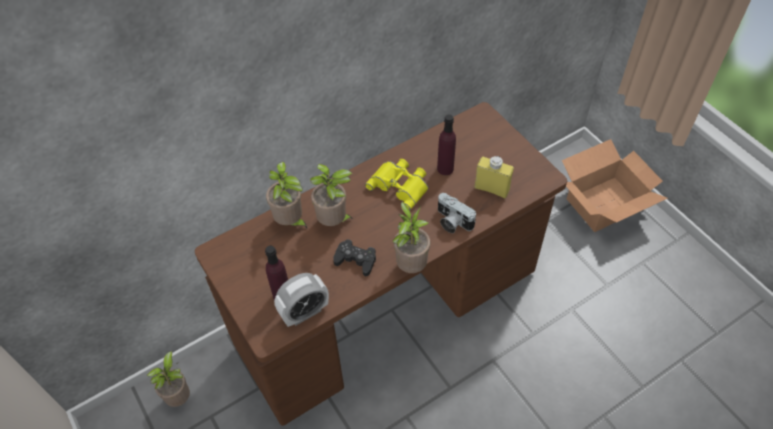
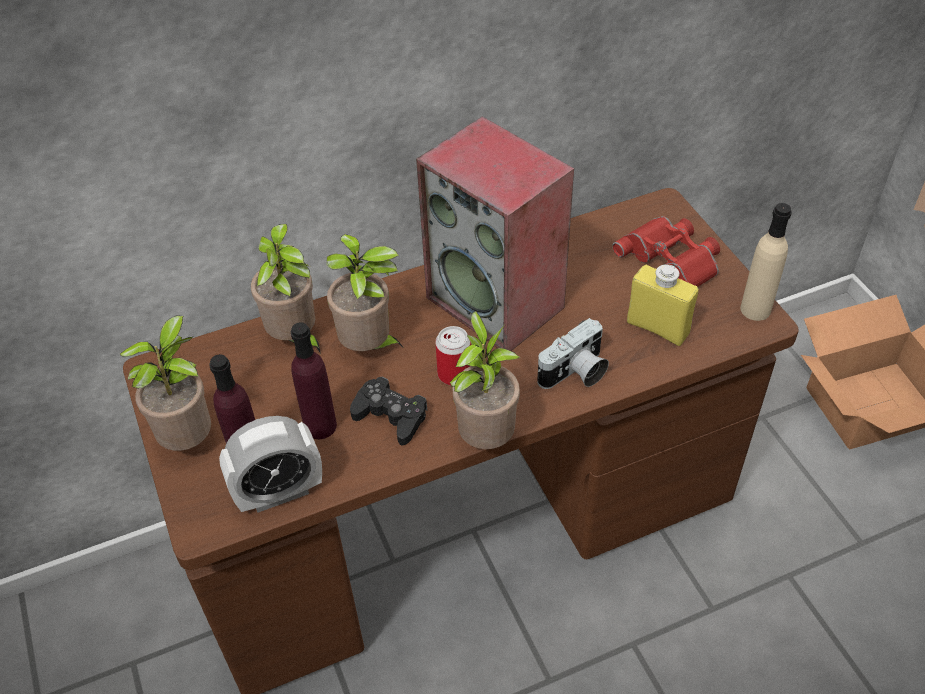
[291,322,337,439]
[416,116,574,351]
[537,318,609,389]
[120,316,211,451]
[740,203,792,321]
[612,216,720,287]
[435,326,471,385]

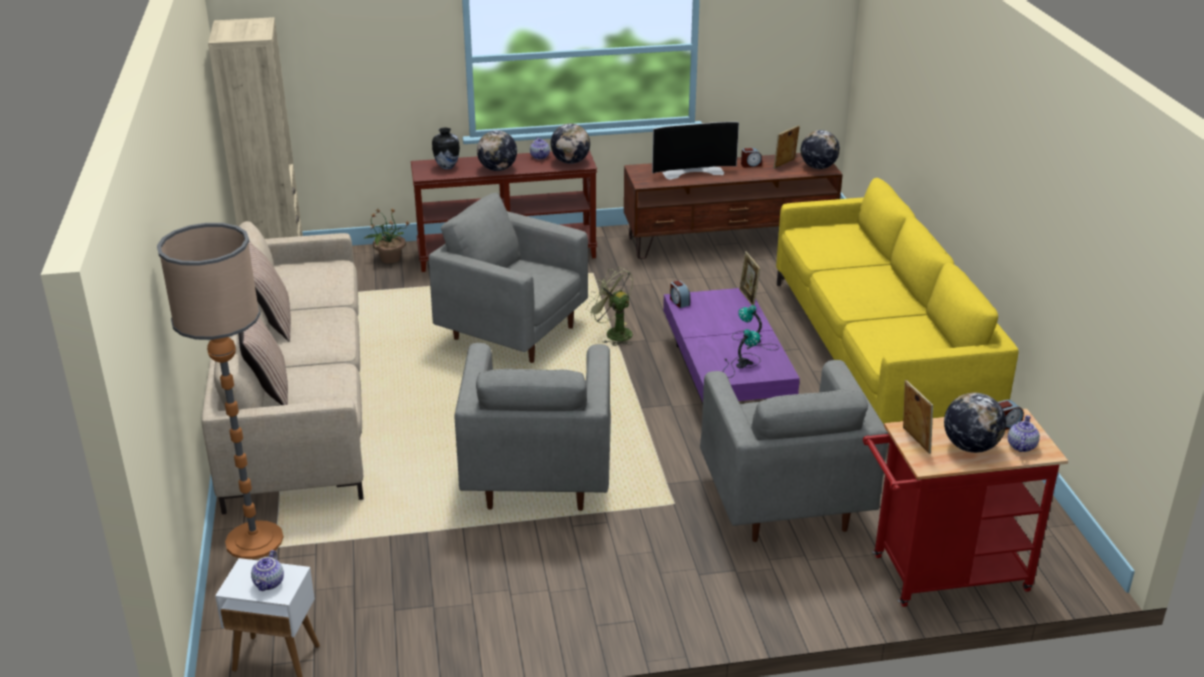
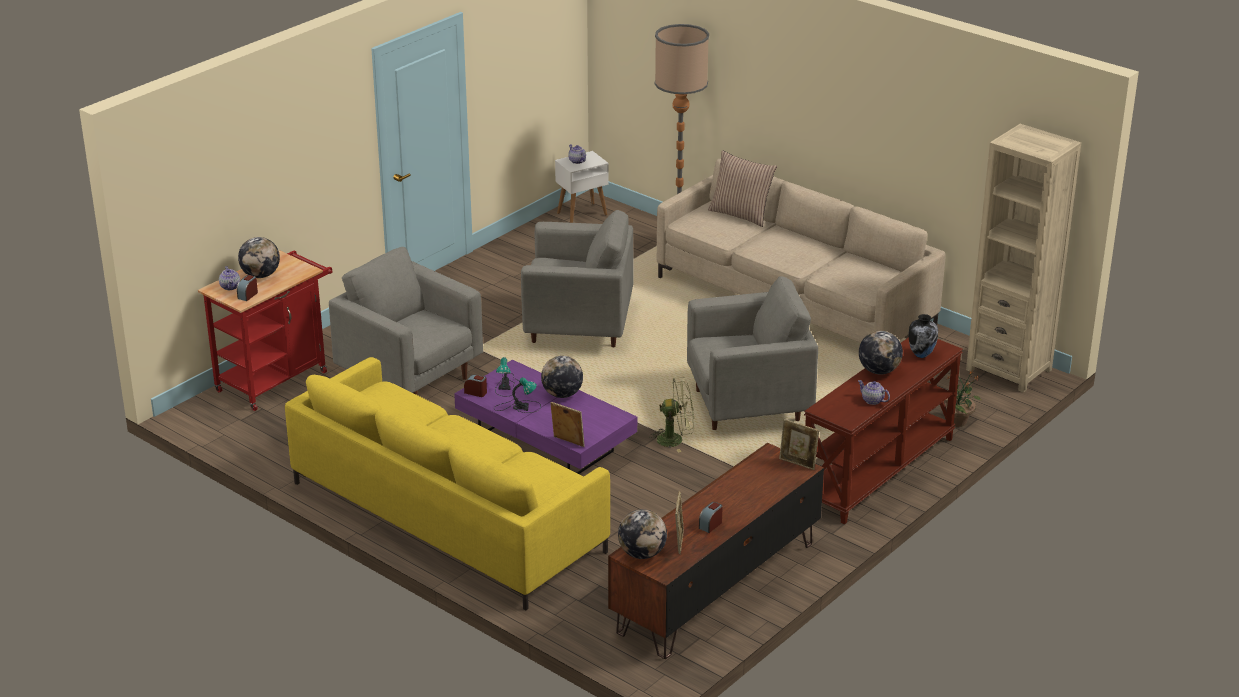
[652,122,739,180] (first image)
[541,356,583,398]
[248,241,291,341] (first image)
[464,374,487,397]
[521,210,634,347]
[779,419,819,470]

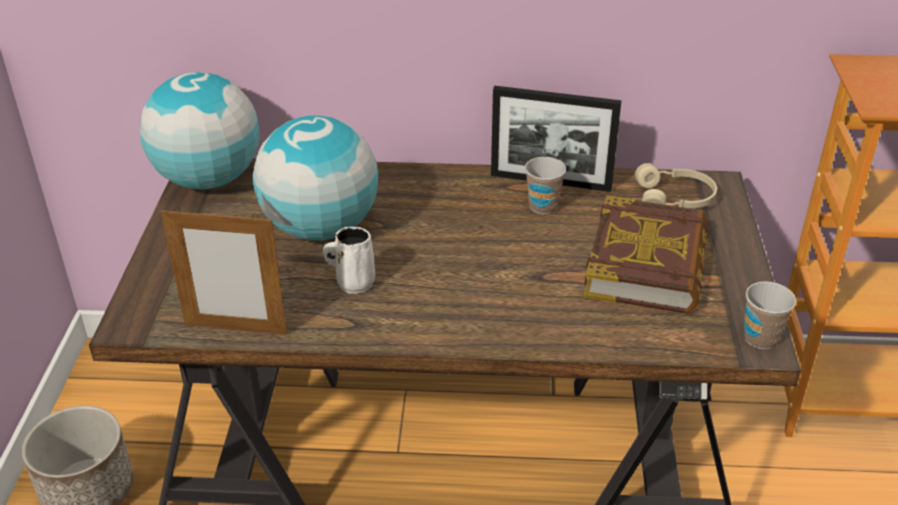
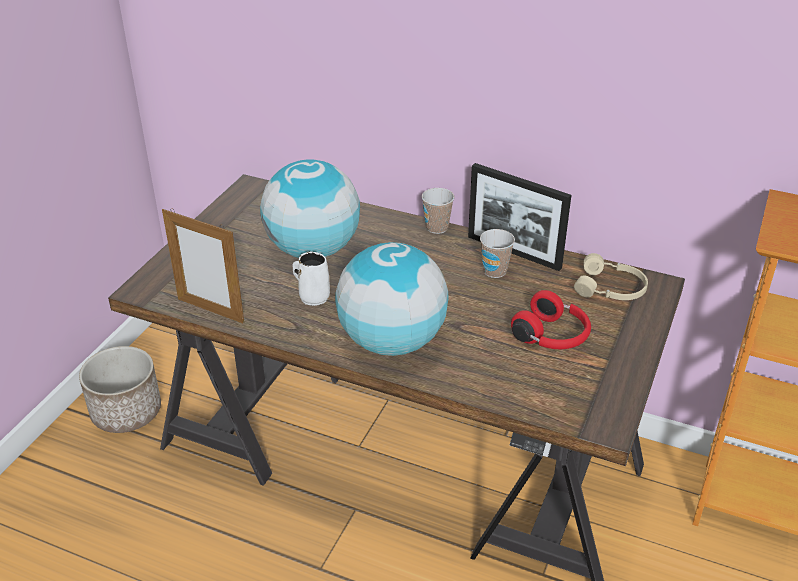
[335,242,449,356]
[511,290,591,349]
[422,188,454,234]

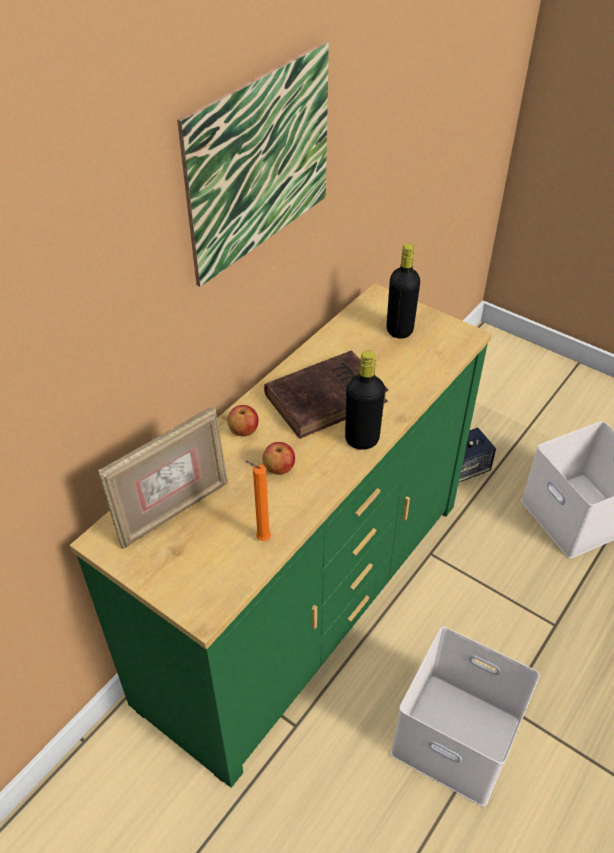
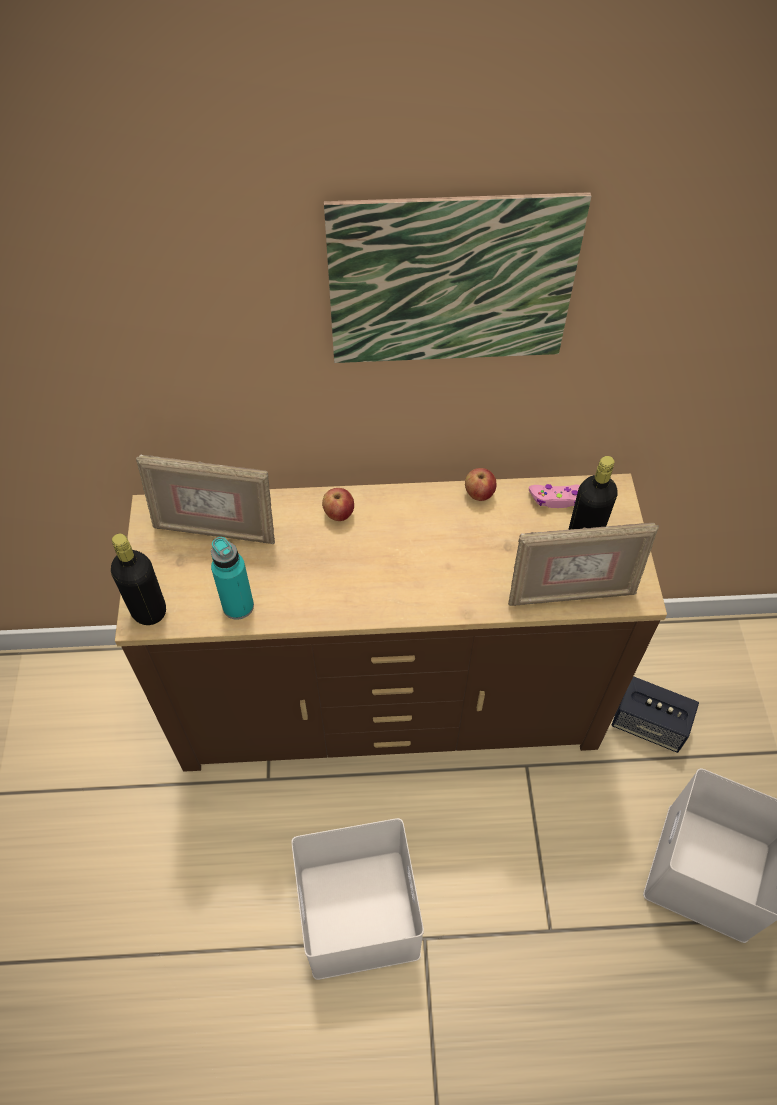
[115,474,667,772]
[264,350,389,439] (first image)
[111,534,166,625]
[465,468,497,501]
[211,537,254,620]
[529,484,580,508]
[508,523,659,606]

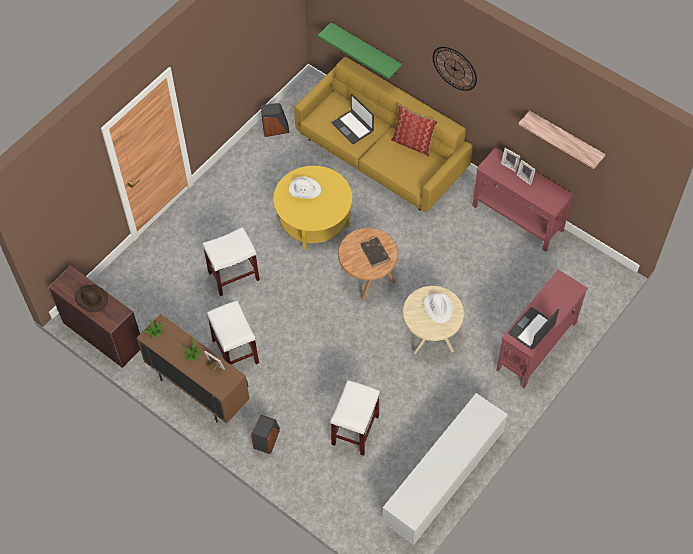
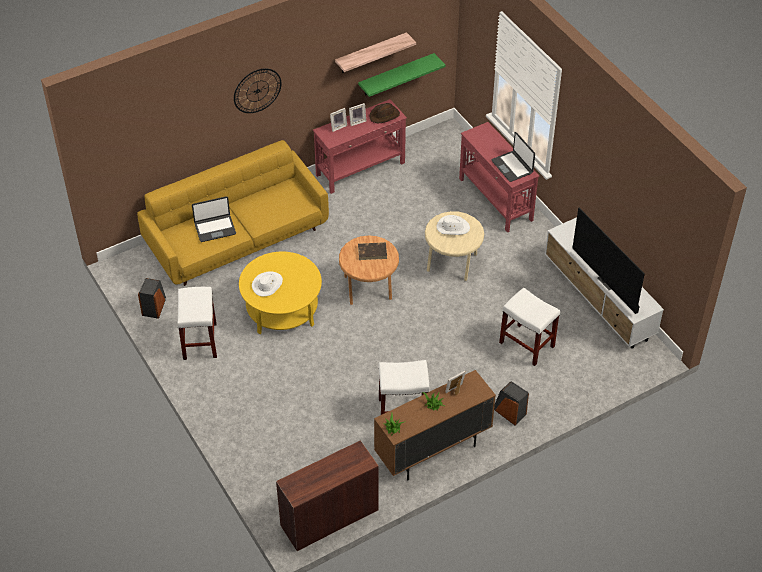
[358,53,446,97]
[391,105,438,157] (first image)
[178,287,217,360]
[369,103,400,123]
[572,208,645,314]

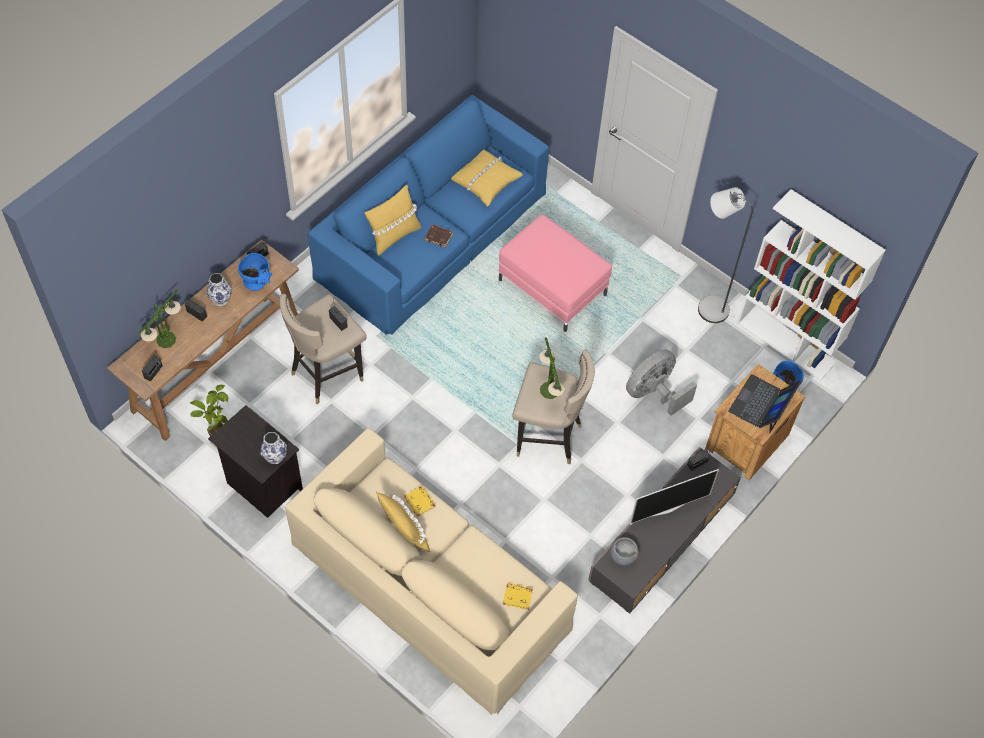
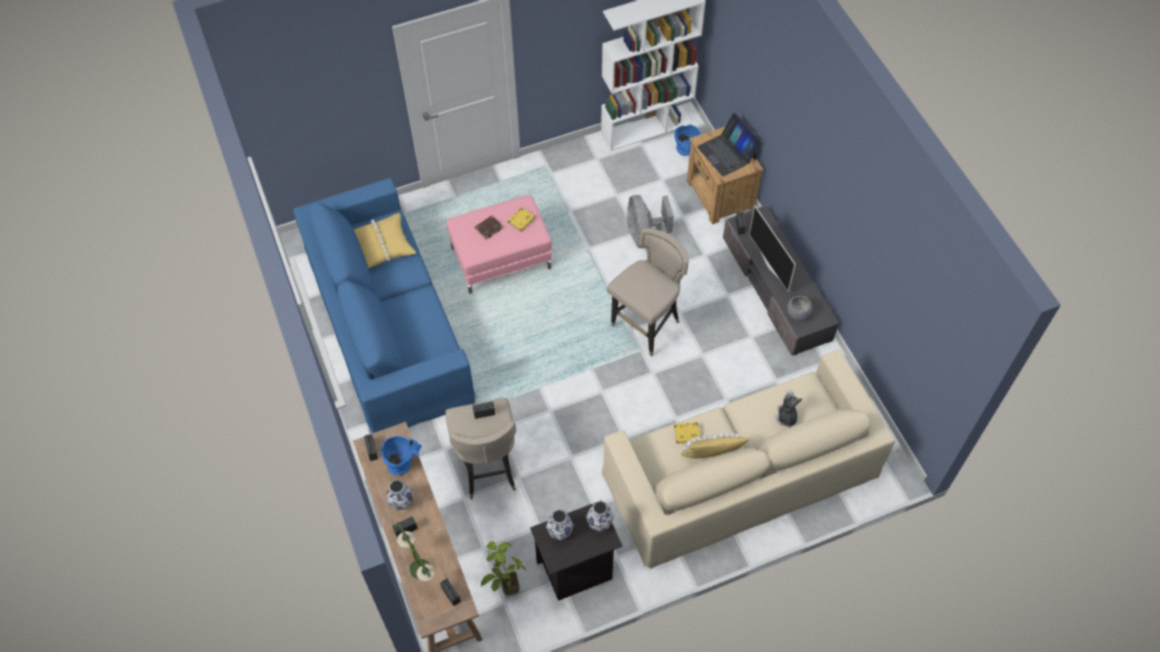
[365,185,421,256] (first image)
[698,187,753,323] (first image)
[474,215,503,240]
[539,337,565,399] (first image)
[749,206,796,292]
[507,207,535,232]
[775,390,802,428]
[546,509,574,540]

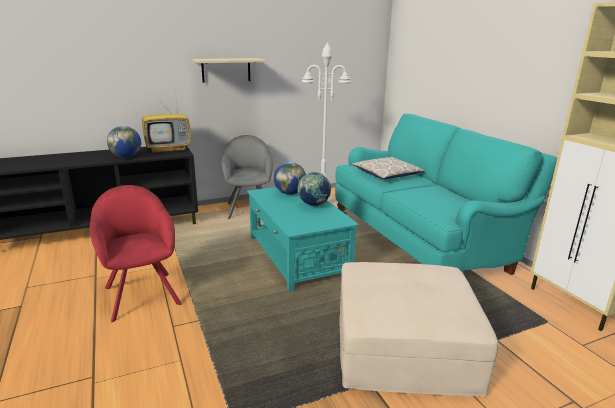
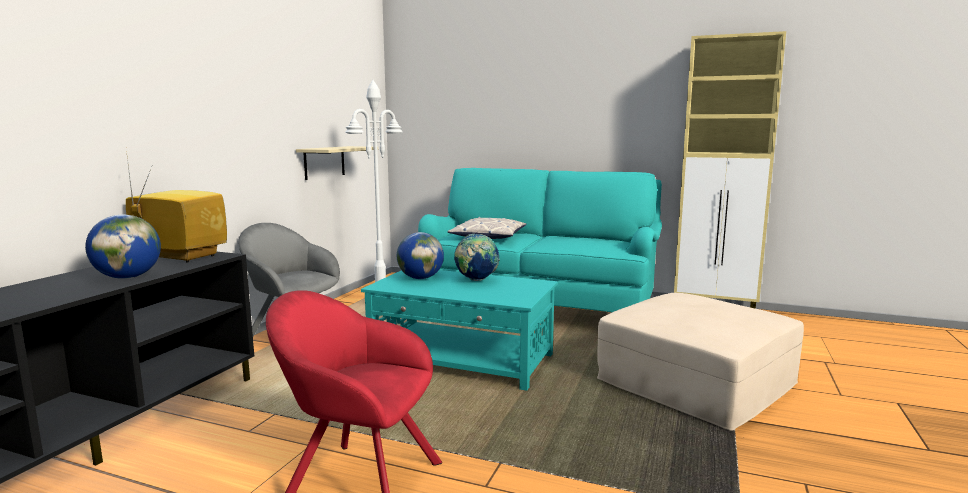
[296,146,378,180]
[126,150,227,262]

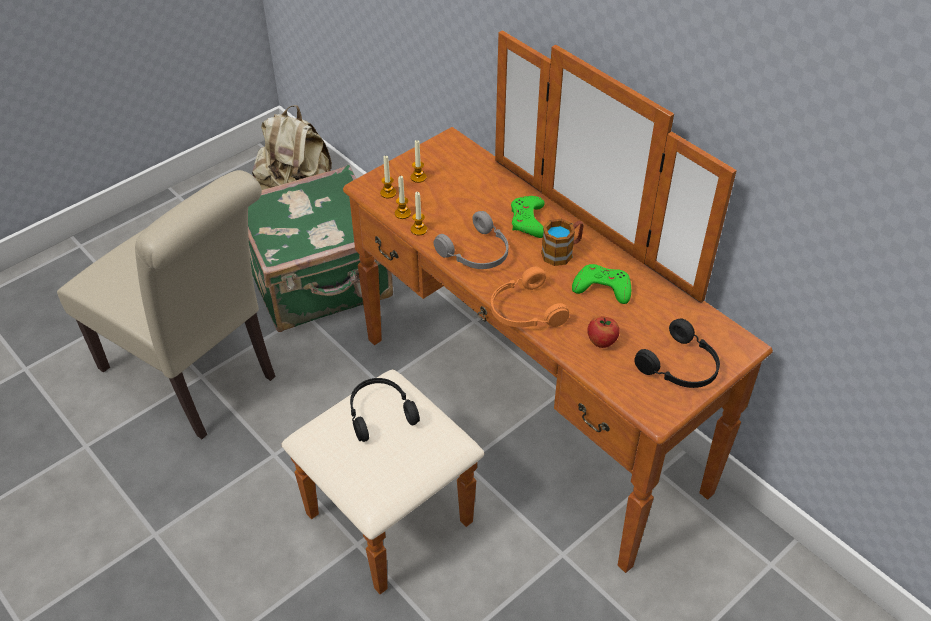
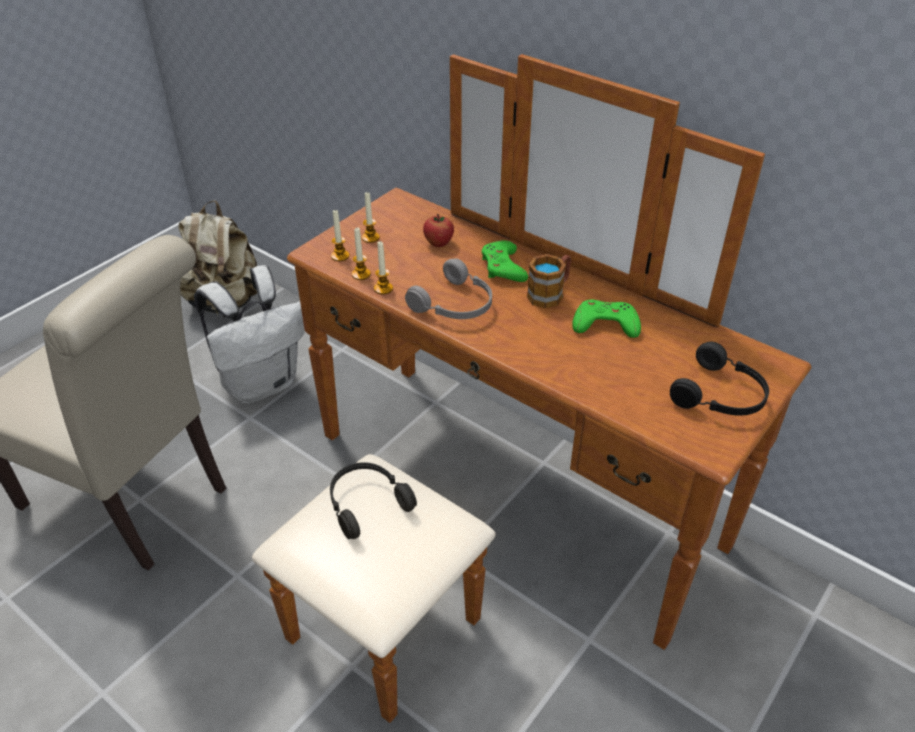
[194,265,305,403]
[491,267,569,327] (first image)
[423,214,454,247]

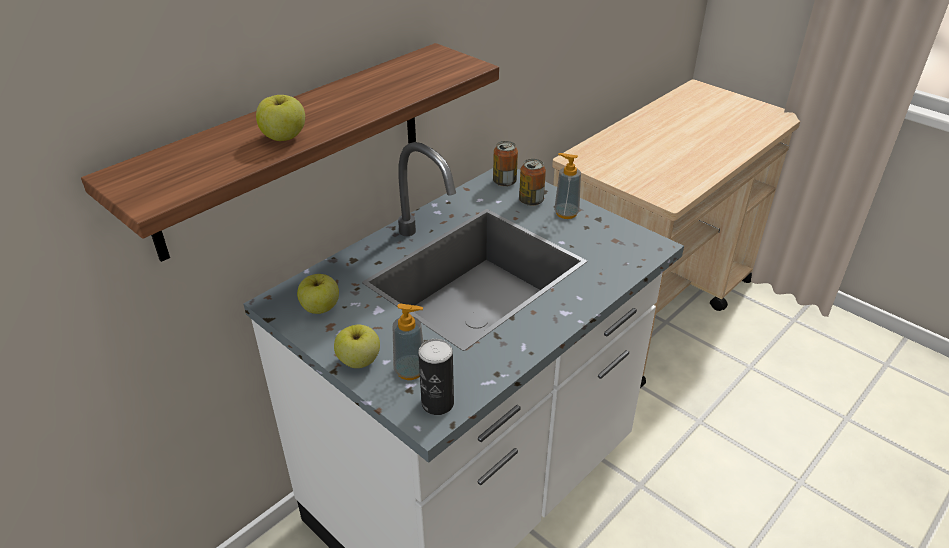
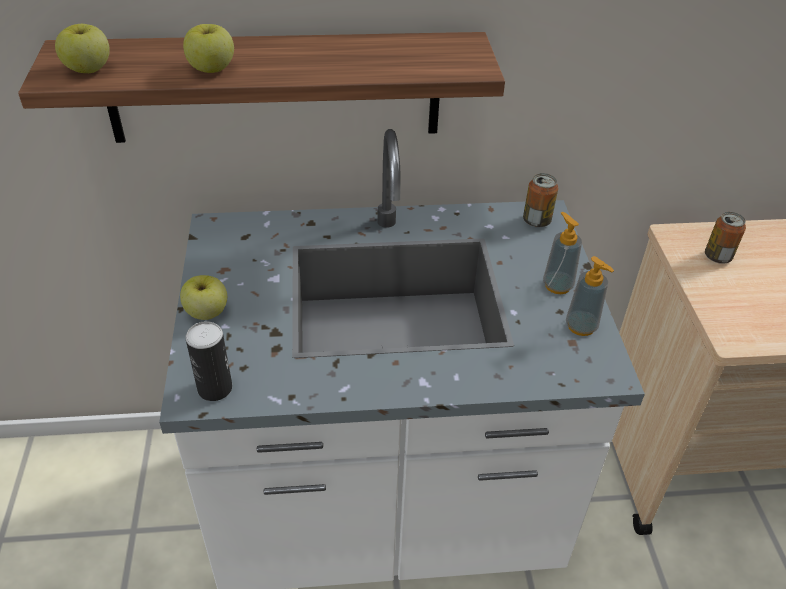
[705,212,746,264]
[55,24,110,73]
[566,256,614,336]

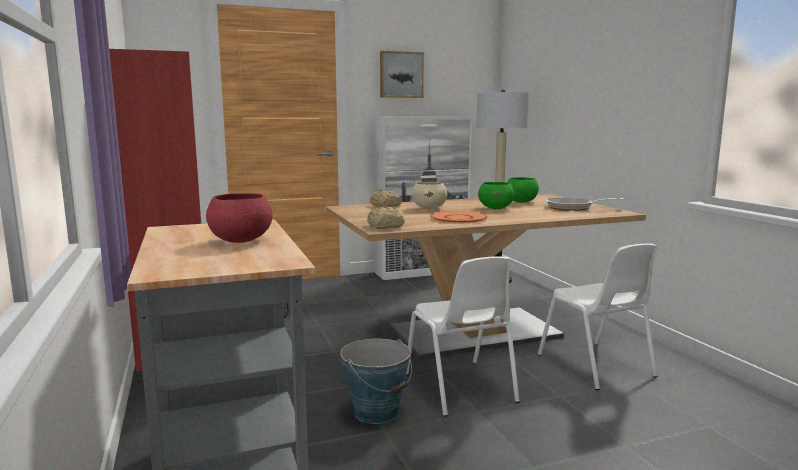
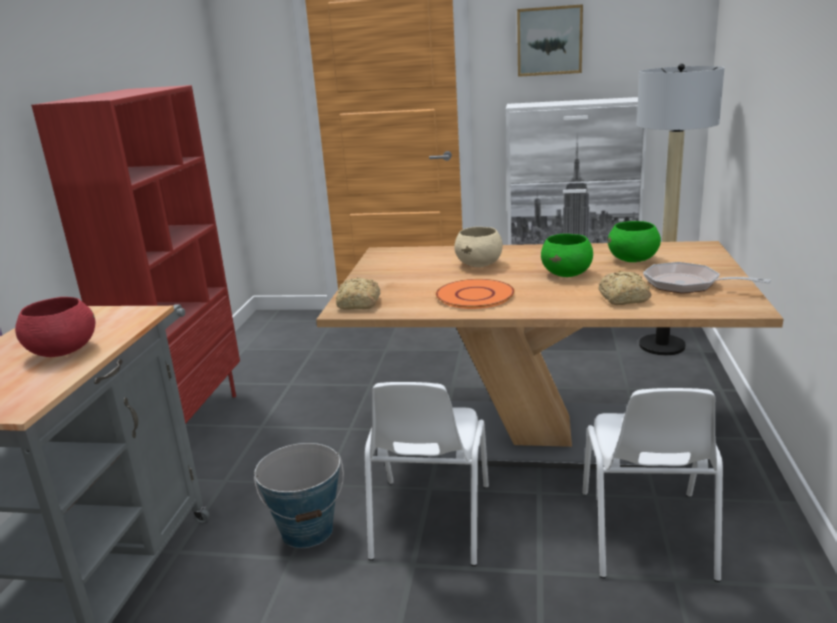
[598,271,651,305]

